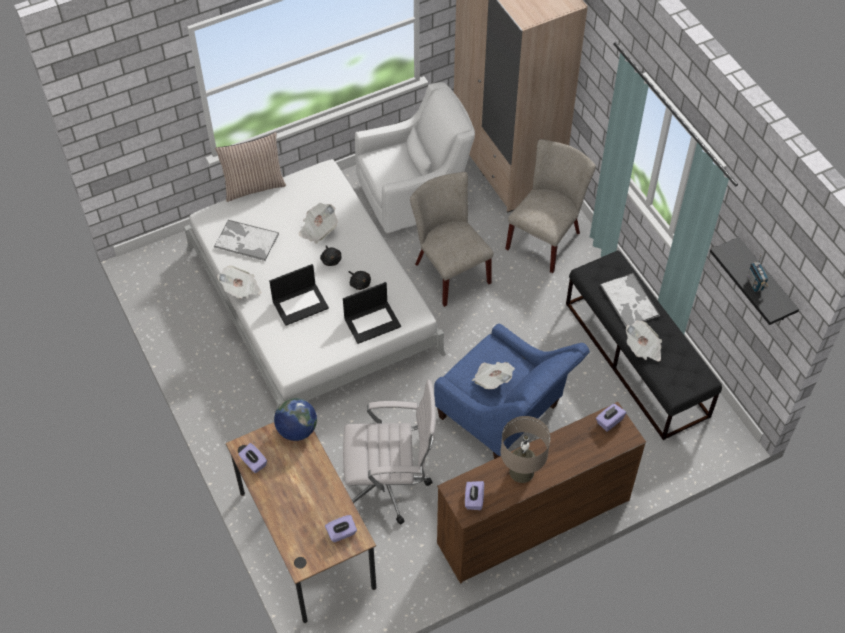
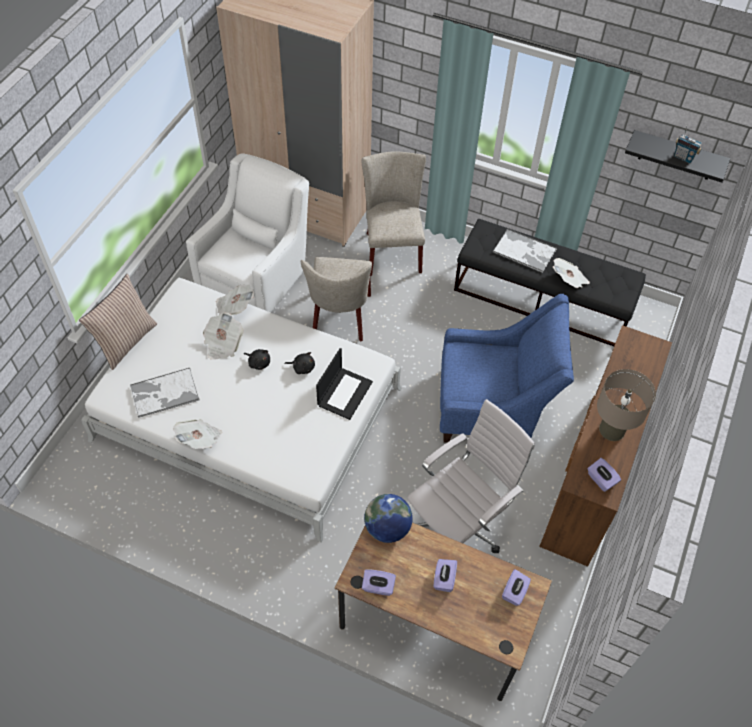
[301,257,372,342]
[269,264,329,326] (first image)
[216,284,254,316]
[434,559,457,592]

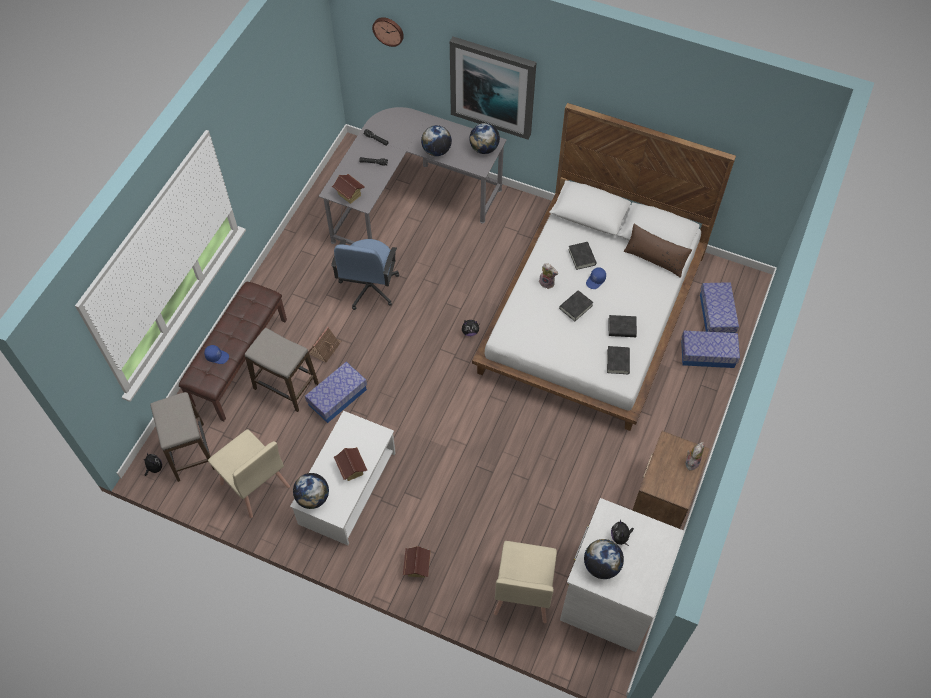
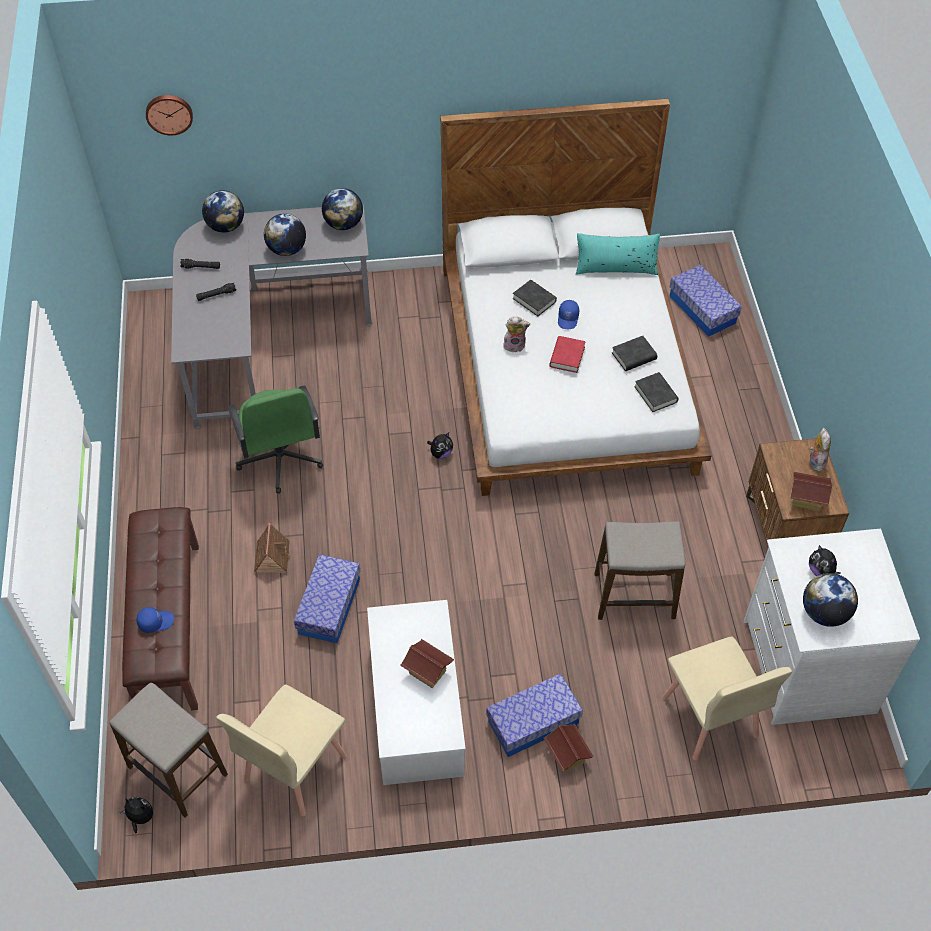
[450,37,537,140] (first image)
[790,471,832,511]
[576,233,660,275]
[227,386,323,494]
[550,336,586,373]
[594,521,685,620]
[486,674,583,757]
[216,684,347,816]
[202,190,244,233]

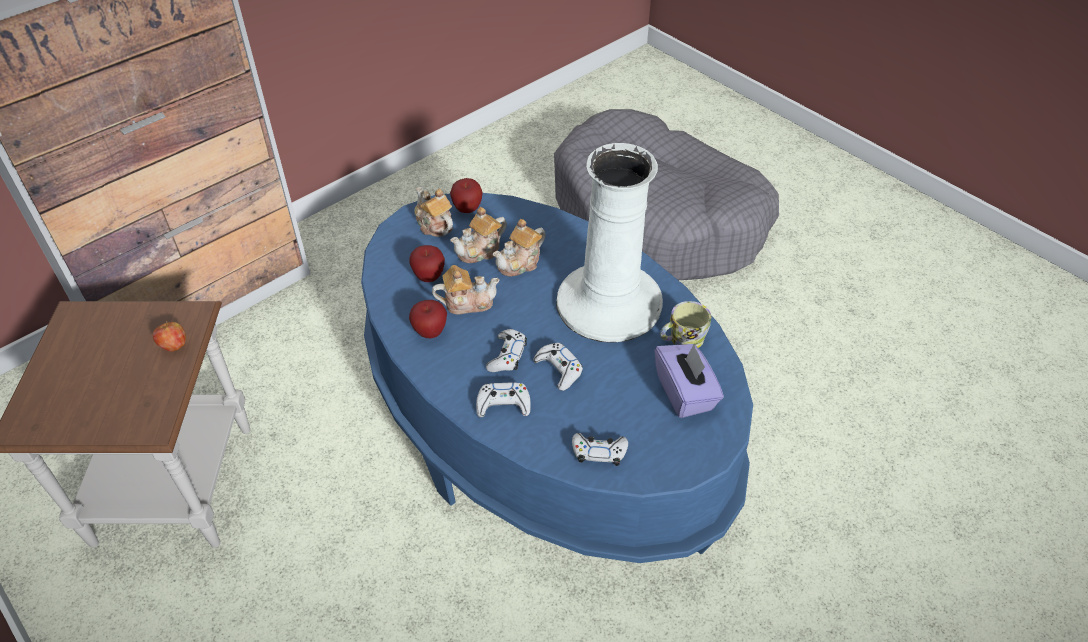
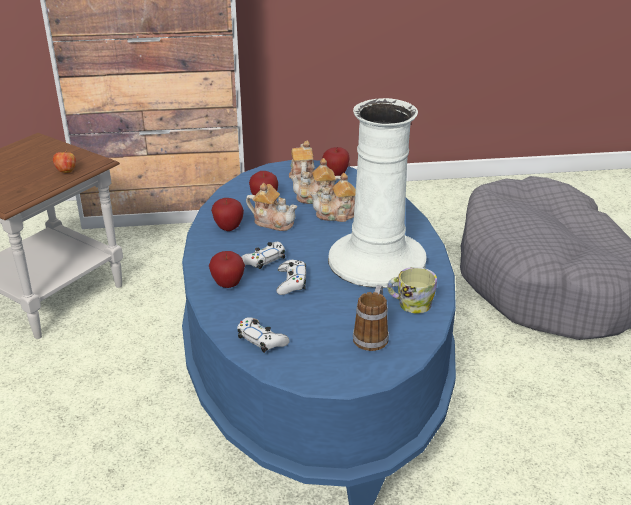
[353,285,389,351]
[209,251,245,288]

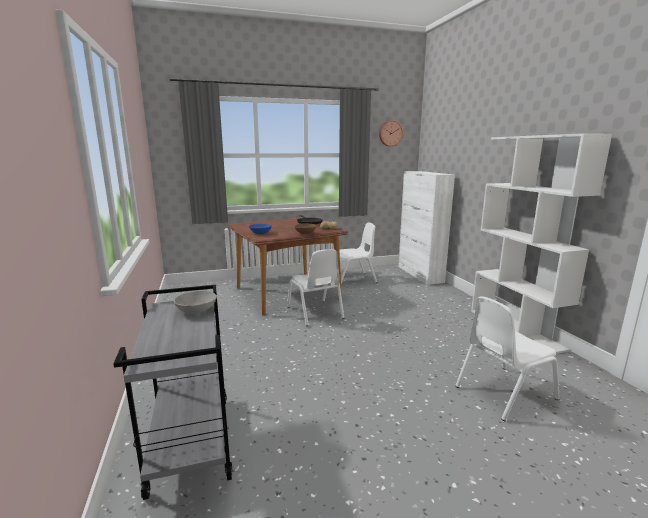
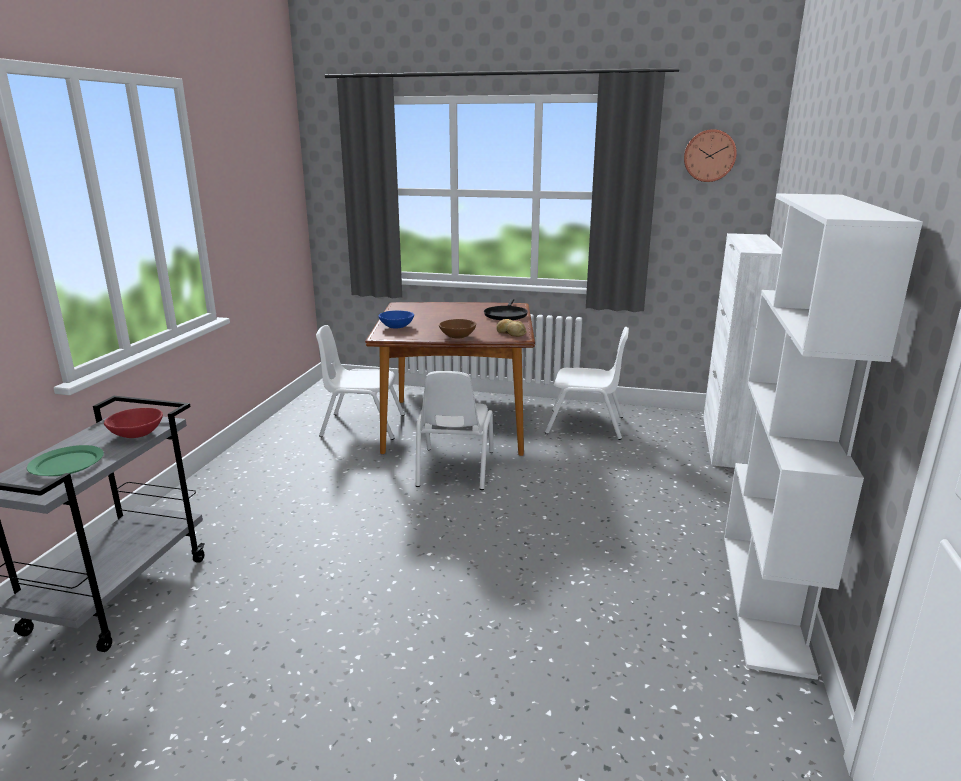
[104,408,163,438]
[316,325,405,440]
[27,445,104,476]

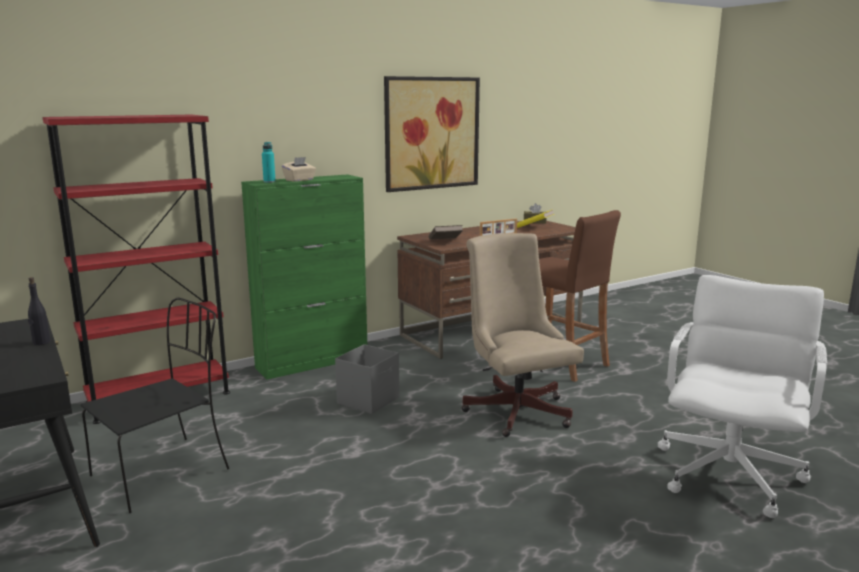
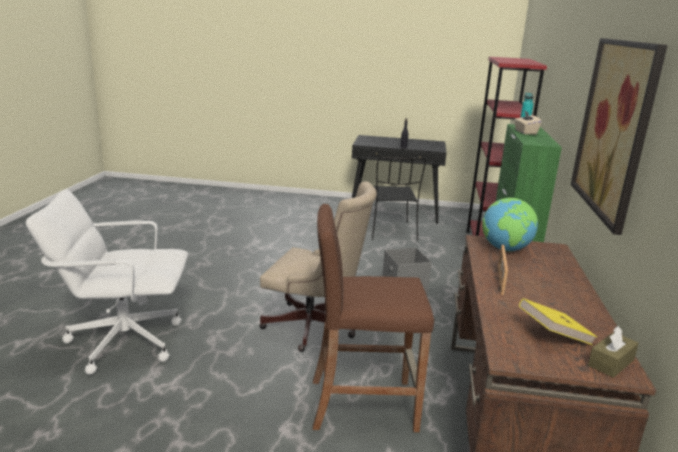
[482,198,538,251]
[26,189,188,375]

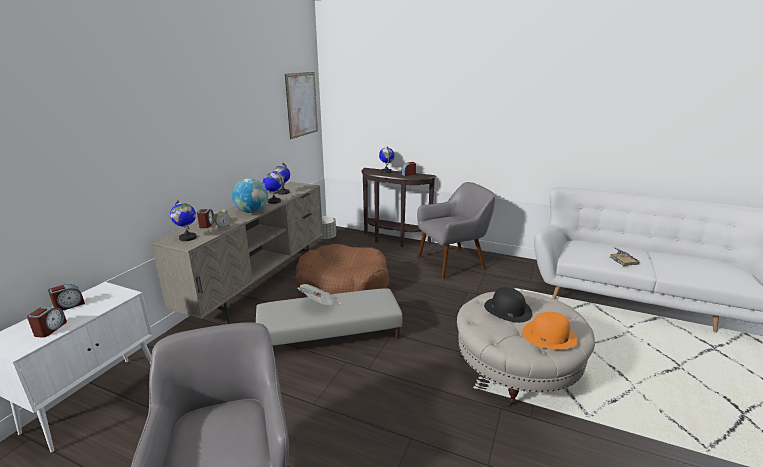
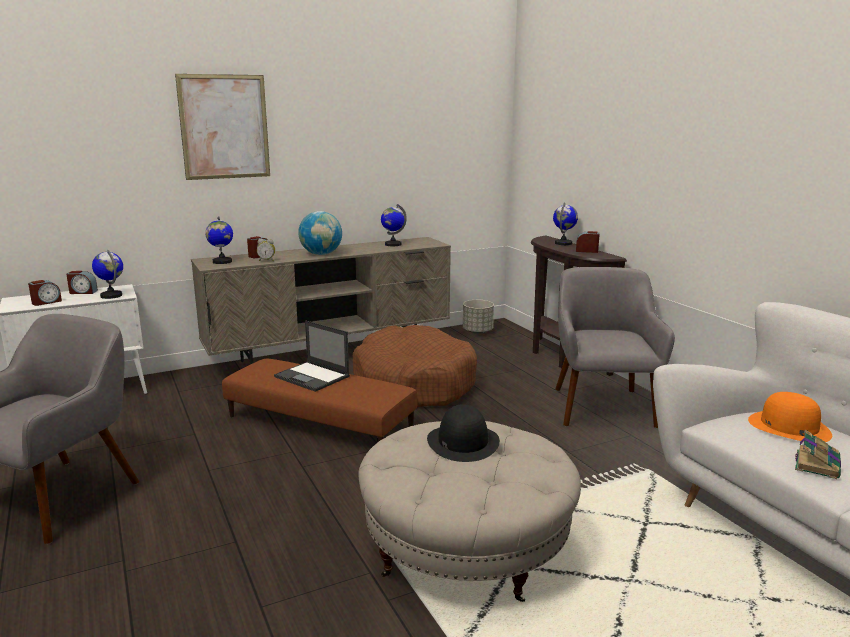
[175,74,270,180]
[92,249,123,299]
[555,267,675,429]
[274,320,350,392]
[222,359,417,442]
[748,392,832,442]

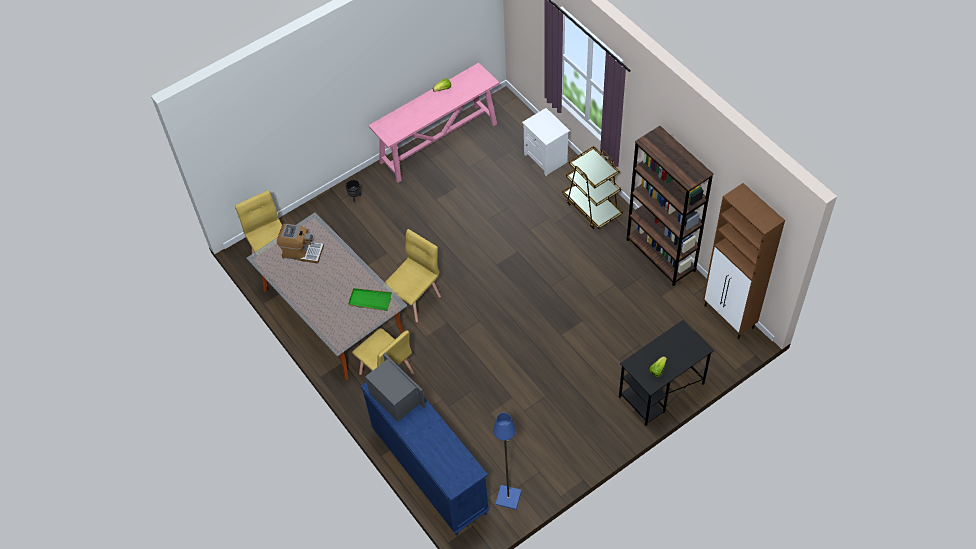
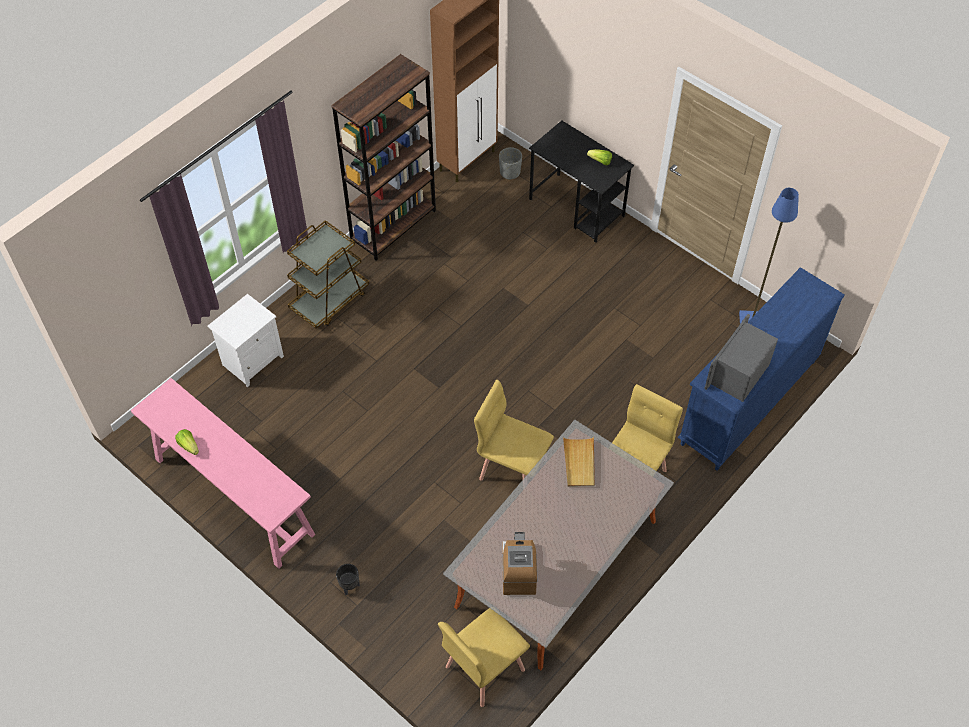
[563,437,595,487]
[499,147,522,180]

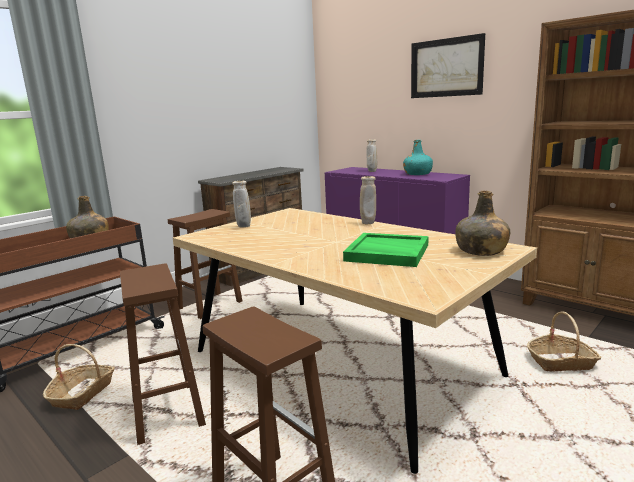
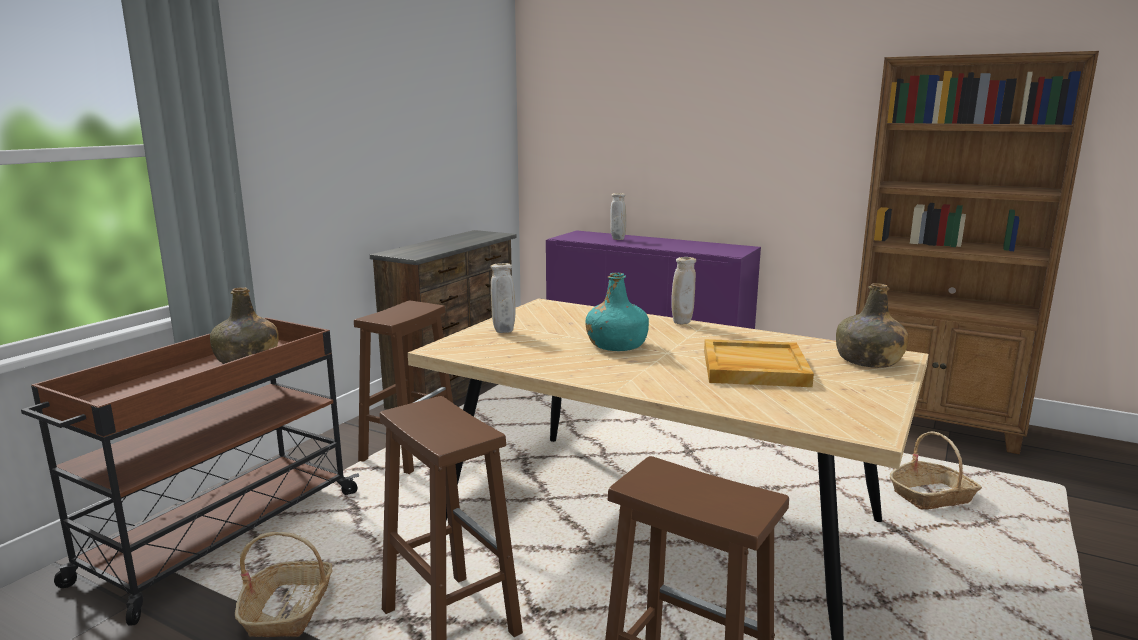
[411,33,485,98] (first image)
[586,273,649,351]
[704,339,814,387]

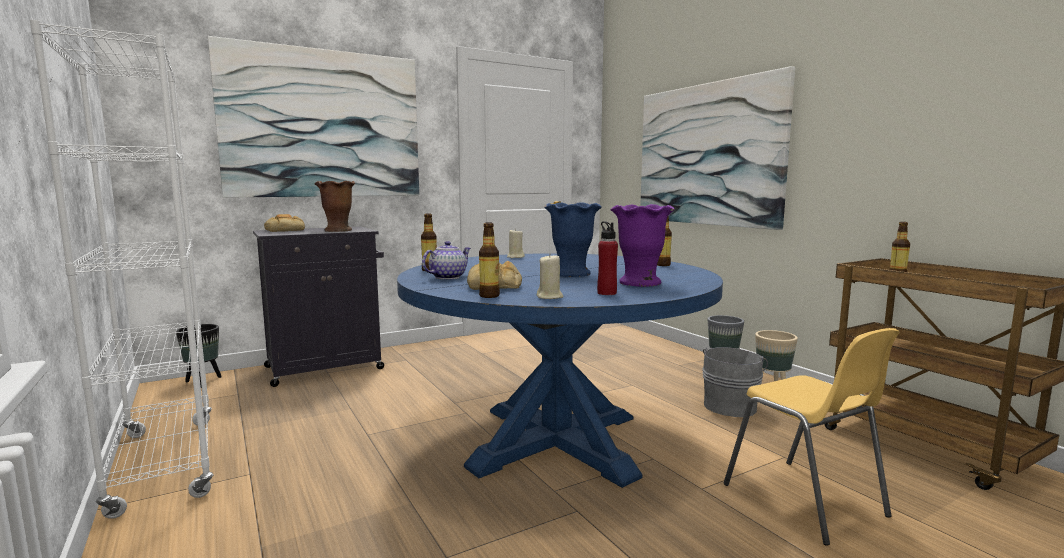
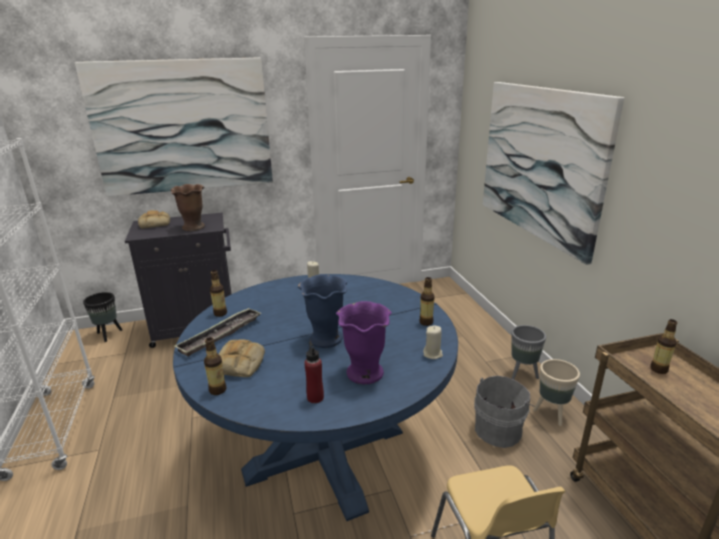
[175,308,261,357]
[423,325,443,359]

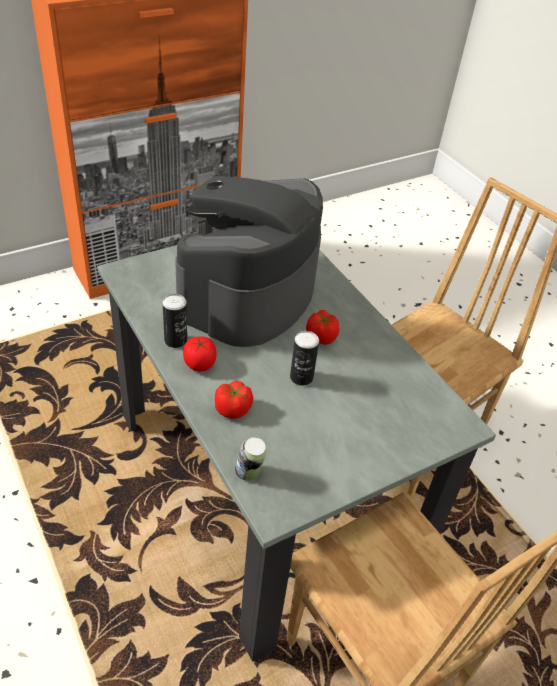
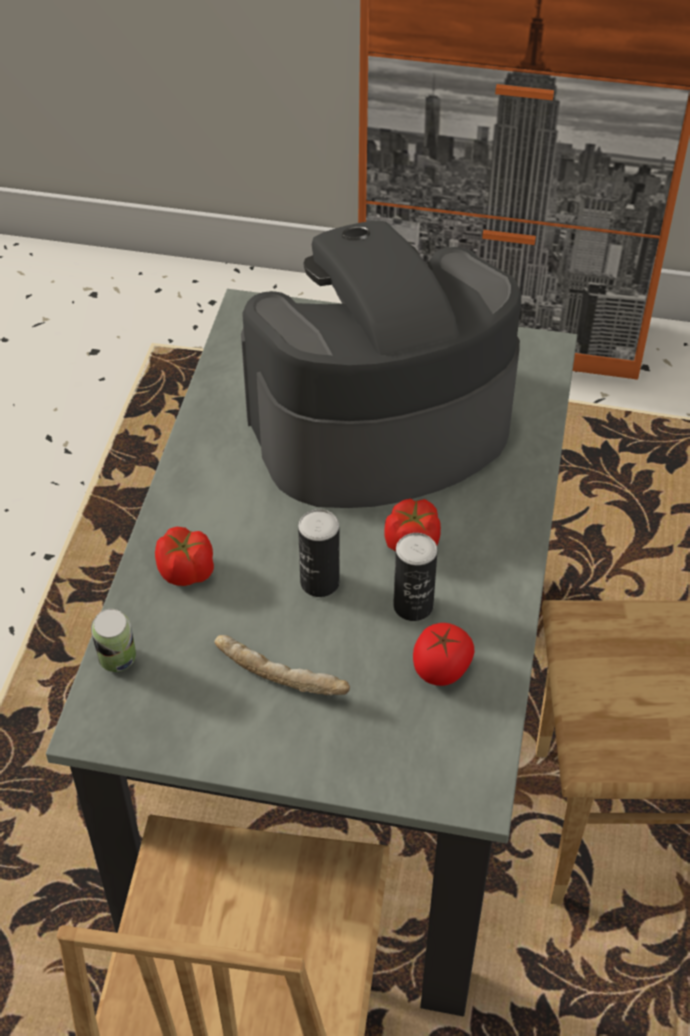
[393,533,438,621]
[413,623,474,686]
[215,635,350,695]

